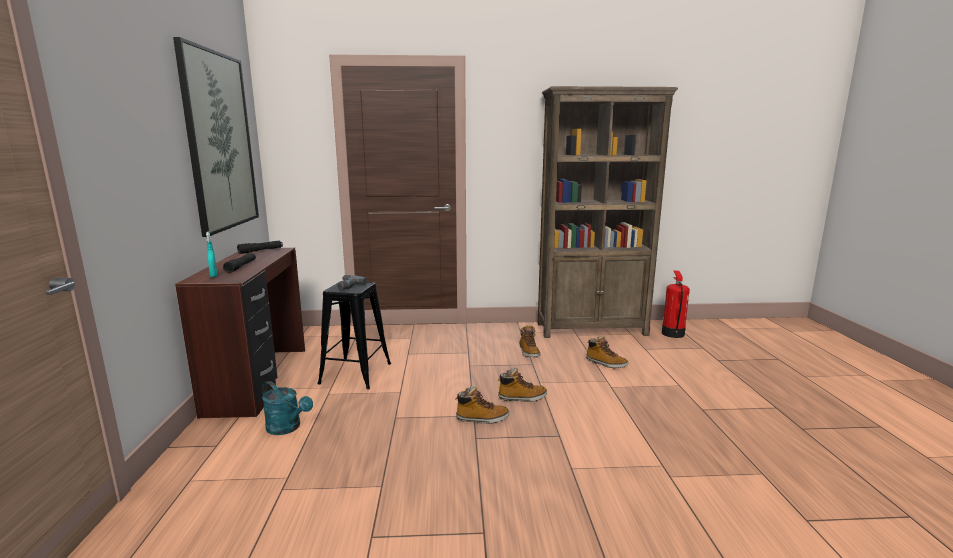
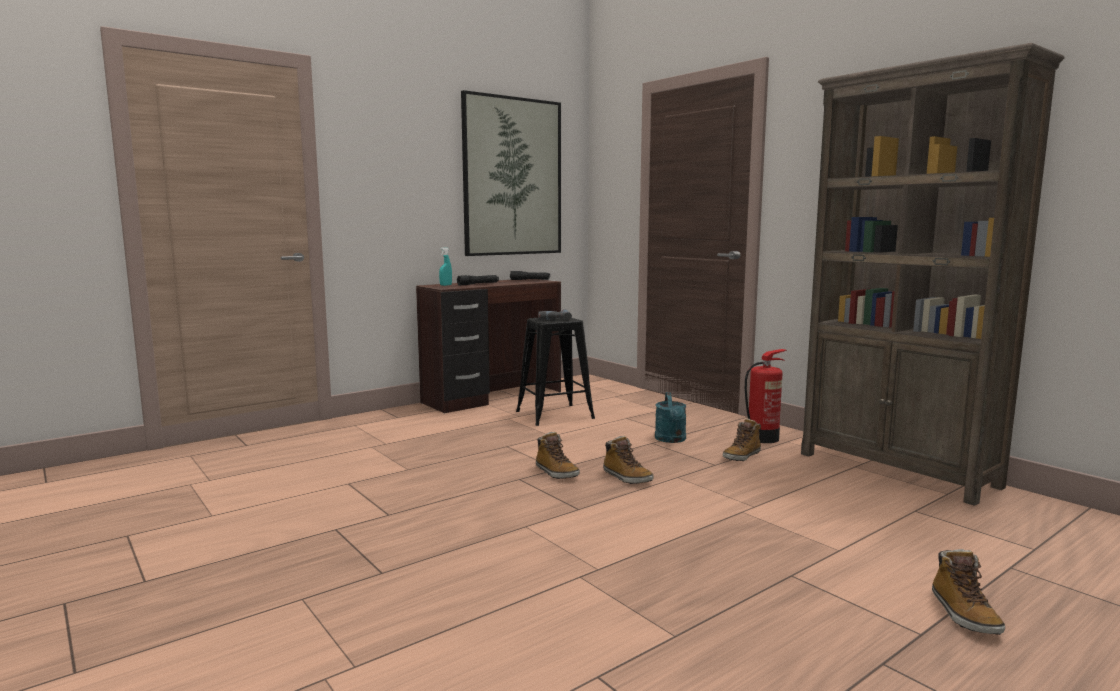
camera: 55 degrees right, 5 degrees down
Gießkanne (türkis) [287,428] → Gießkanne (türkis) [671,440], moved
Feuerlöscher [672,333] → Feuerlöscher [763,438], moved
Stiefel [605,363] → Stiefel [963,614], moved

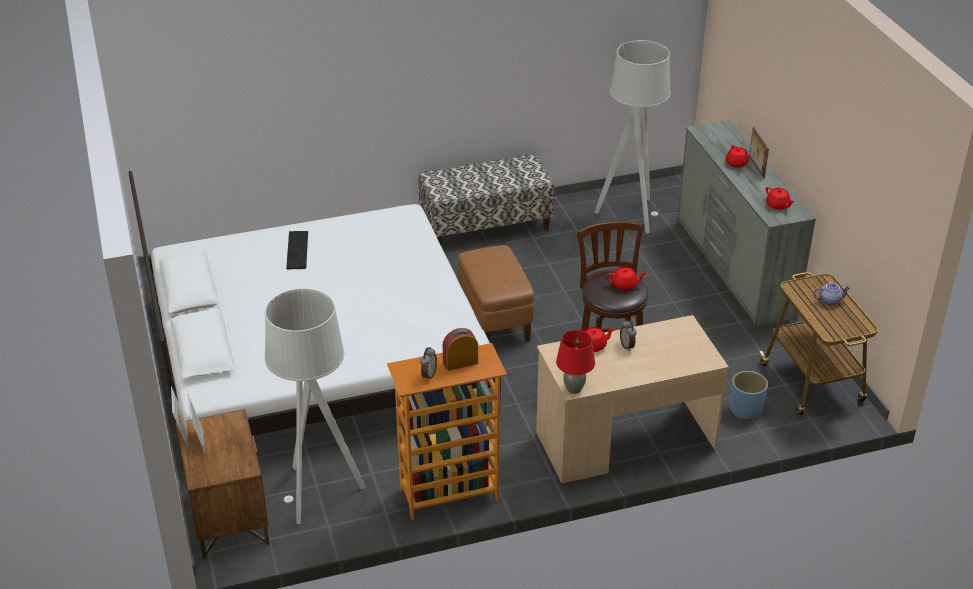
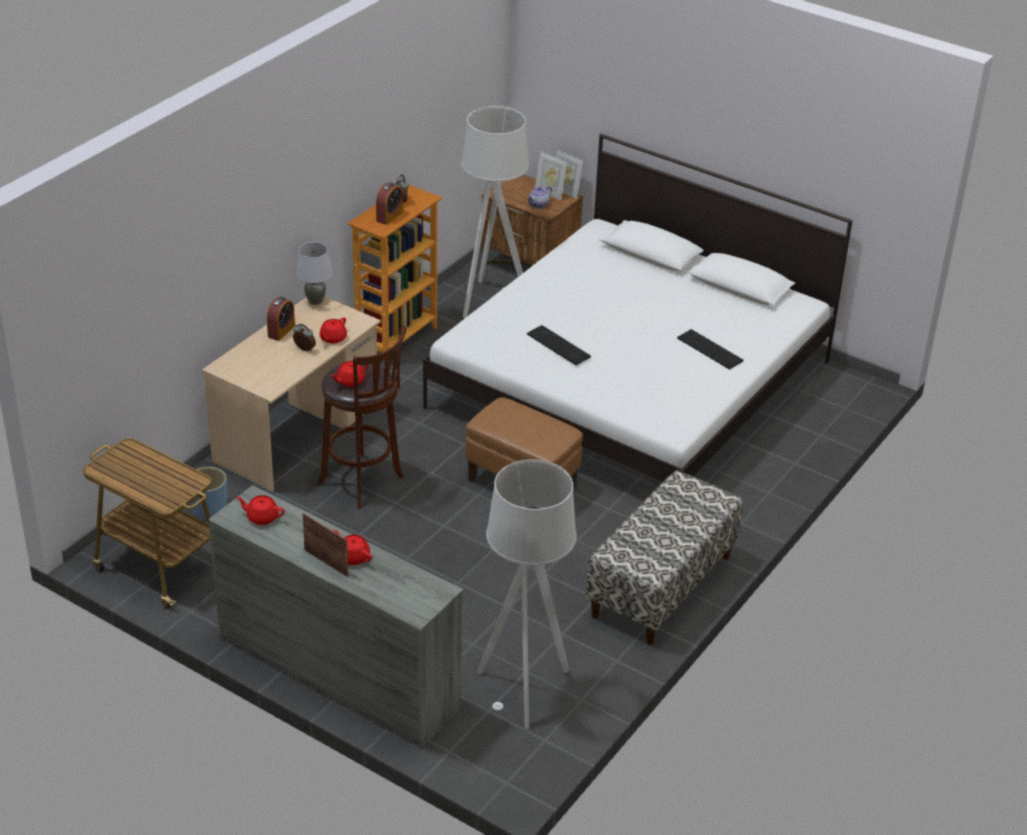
camera: 140 degrees right, 0 degrees up
- → Wecker [281,331]
Tischlampe (rot) [574,389] → Tischlampe (grau) [315,301]
Teekanne [830,300] → Teekanne [539,205], moved
- → Tastatur [560,345]

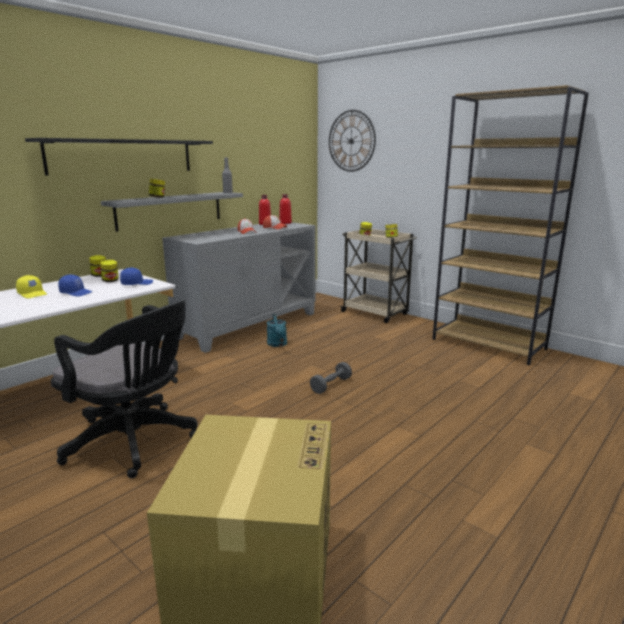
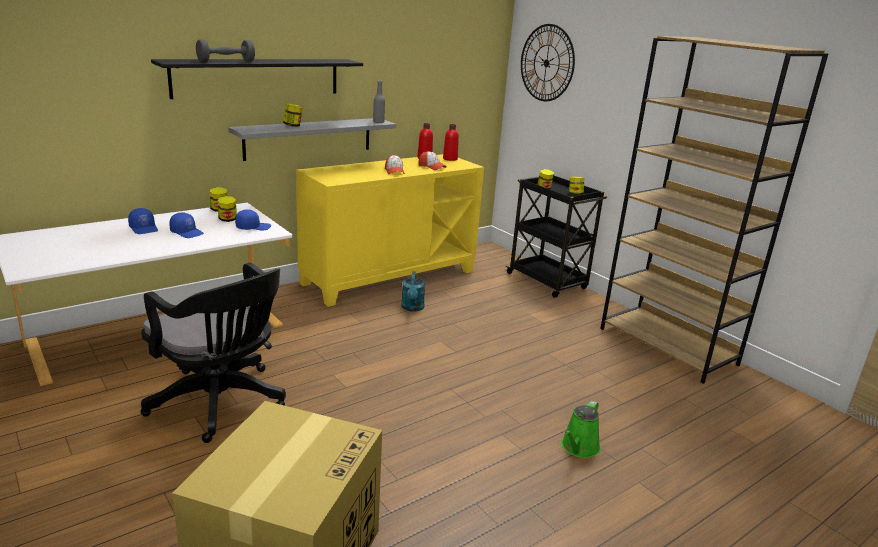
camera: 10 degrees right, 5 degrees up
Kappe (gelb) [33,294] → Kappe (blau) [144,228]
Hantel (grau) [331,385] → Hantel (grau) [226,61], moved
Schrank (grau) [248,325] → Schrank (gelb) [389,277]
Rollwagen (beige) [375,313] → Rollwagen (schwarz) [547,281]
- → Gießkanne (grün) [579,448]

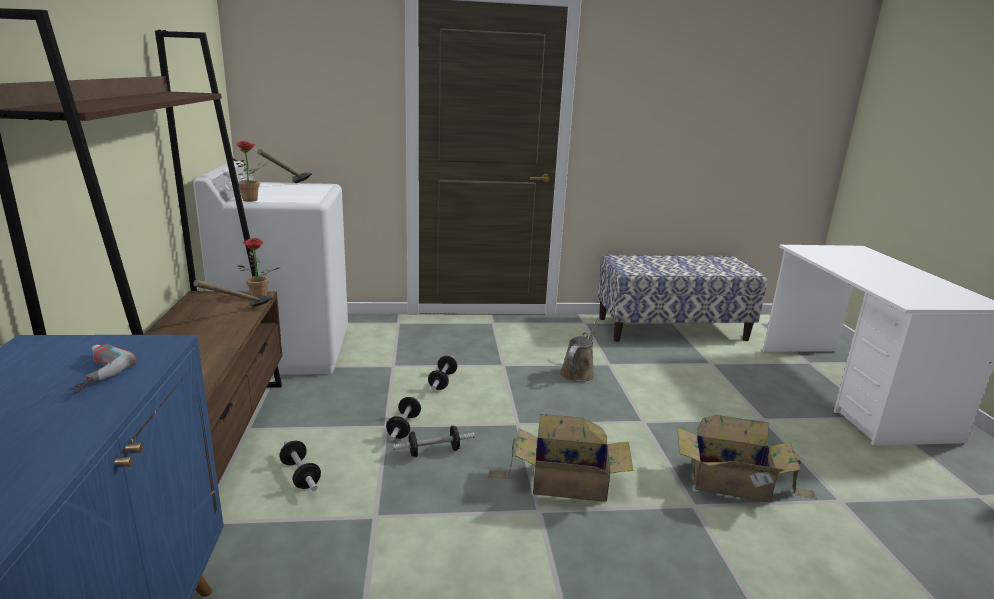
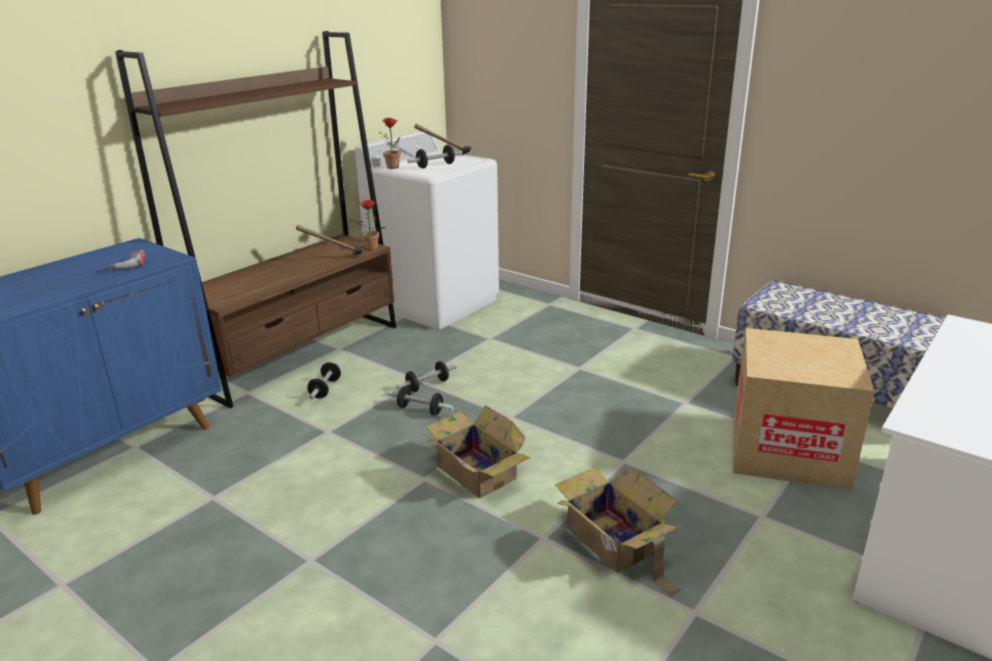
camera: 45 degrees right, 5 degrees up
Hantel [442,381] → Hantel [435,166], moved
- → Karton [788,450]
Gießkanne (braun) [578,372] → -

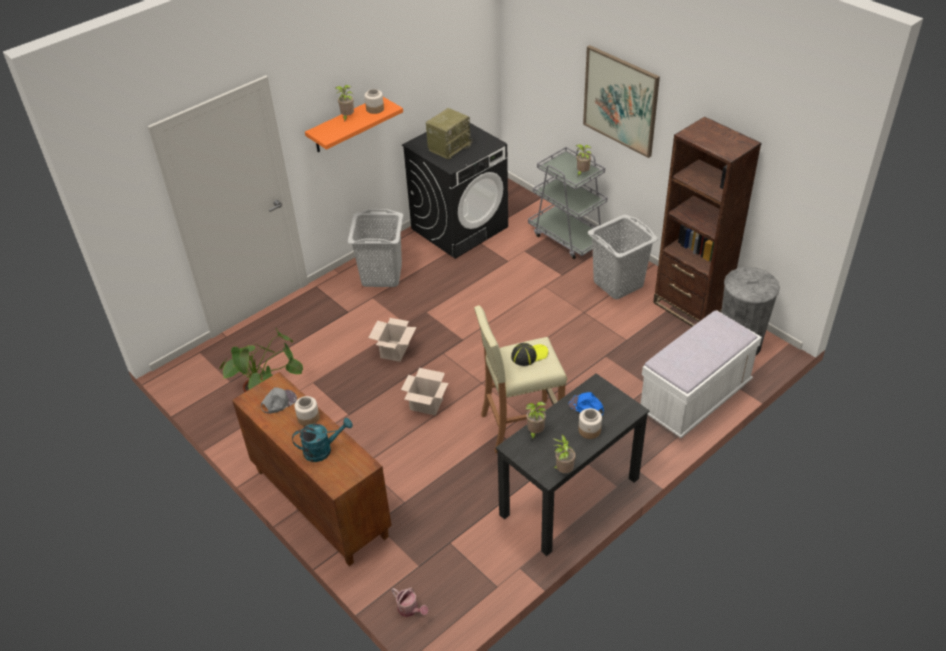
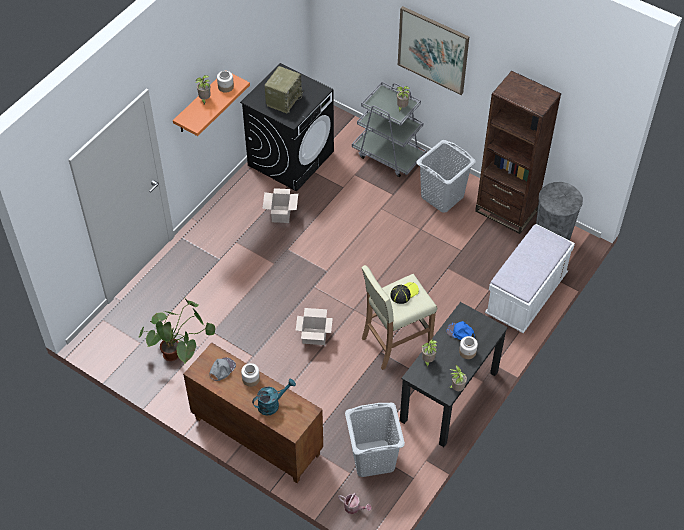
camera: 15 degrees left, 10 degrees up
Karton [394,350] → Karton [281,214], moved
Wäschekorb (grau) [381,275] → Wäschekorb (grau) [372,458], moved

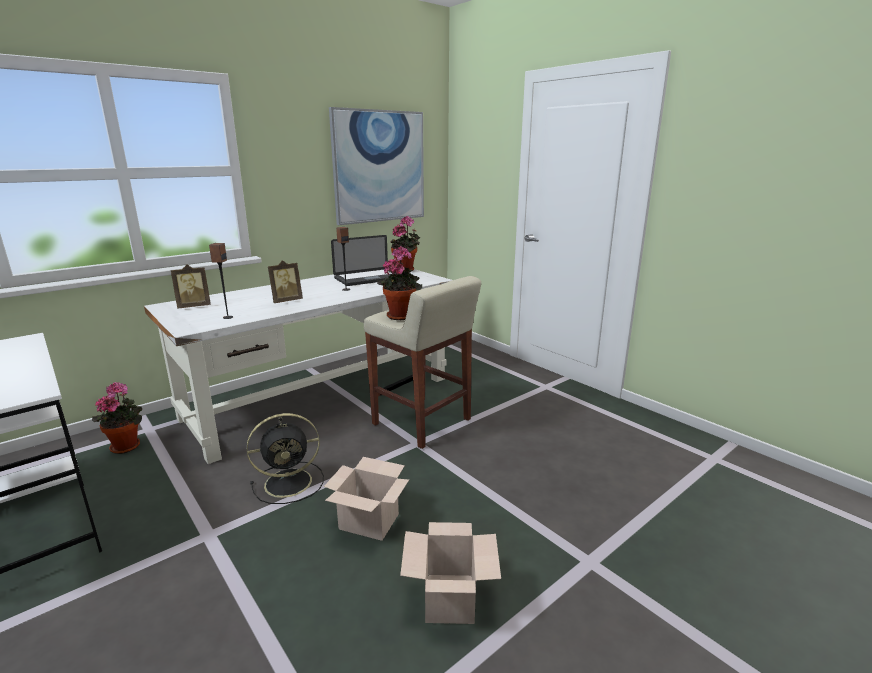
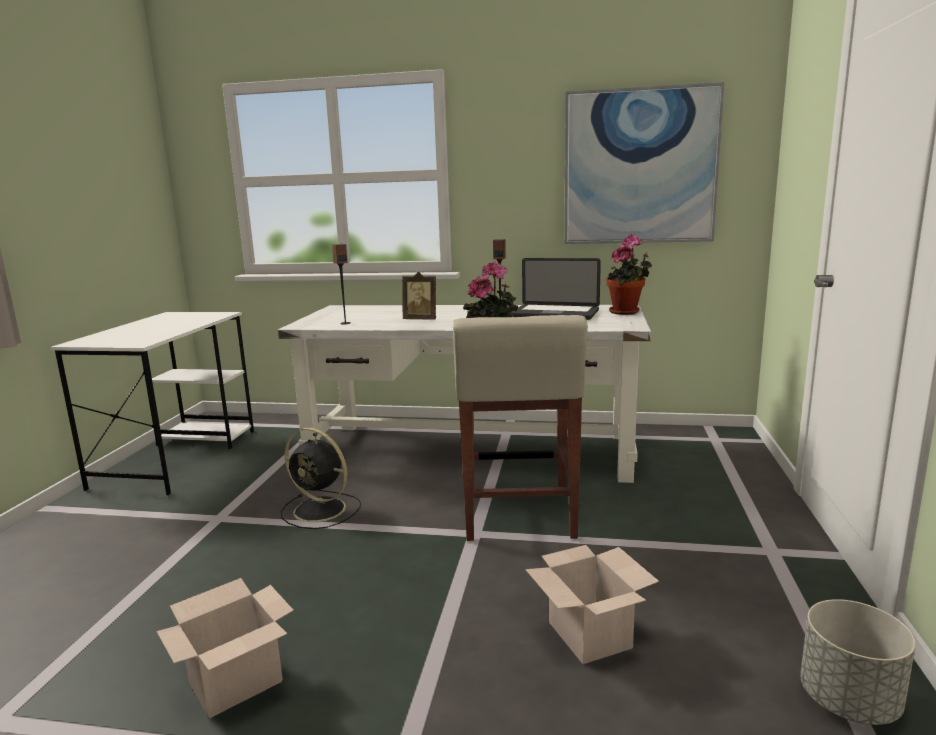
camera: 50 degrees right, 5 degrees down
Karton [370,521] → Karton [591,636], moved
- → Pflanzkübel (grau) [848,700]
Topfpflanze [127,445] → -
Bilderrahmen [194,306] → -

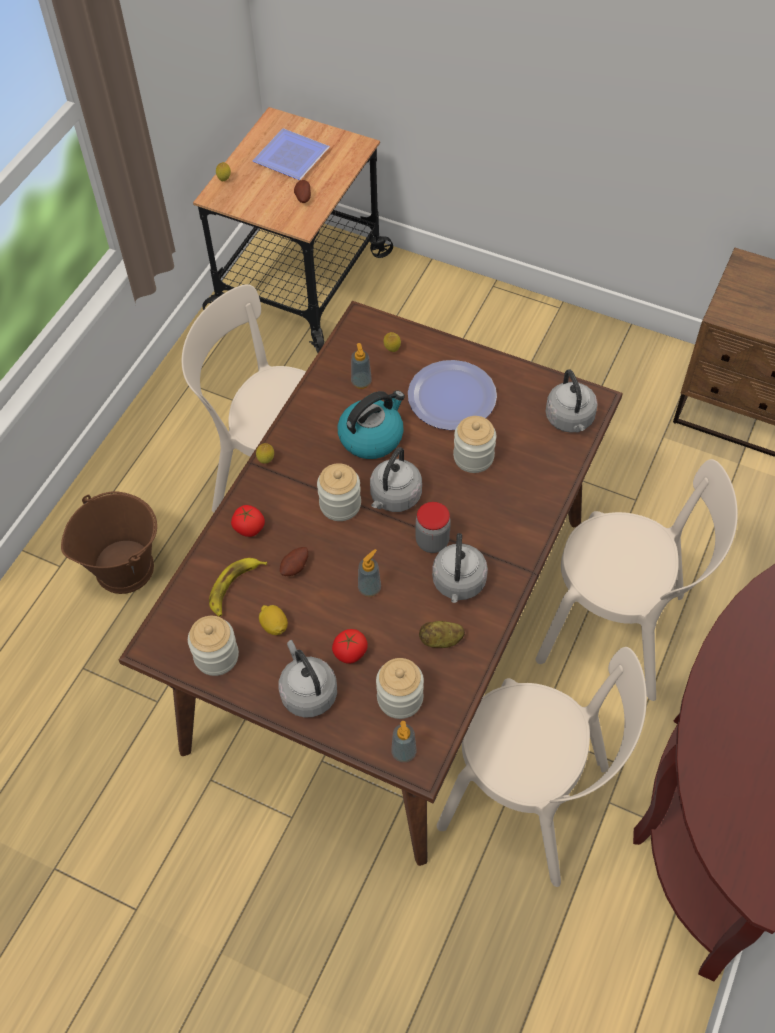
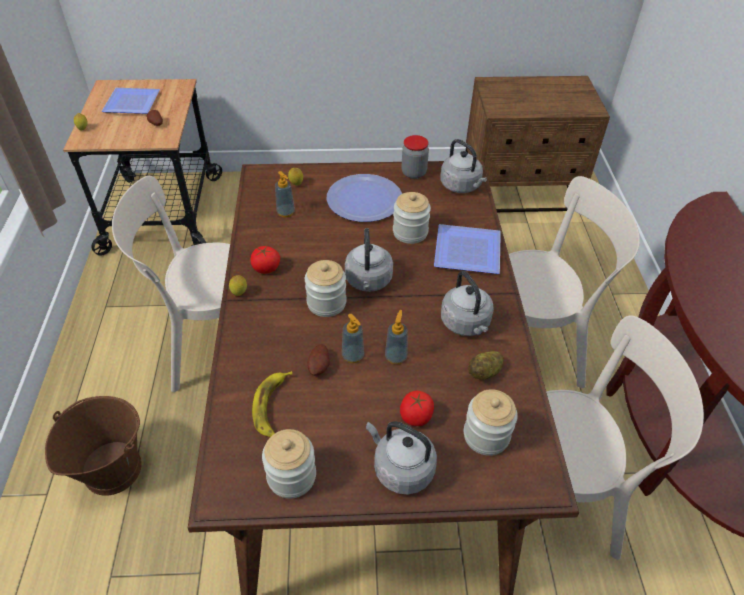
camera: 30 degrees left, 10 degrees down
Tomate [249,528] → Tomate [266,268], moved
Seifenspender [403,752] → Seifenspender [353,356], moved
Vorratsglas [432,541] → Vorratsglas [413,173], moved
- → Teller [465,253]
Zitrone [274,626] → -
Wasserkessel [371,436] → -

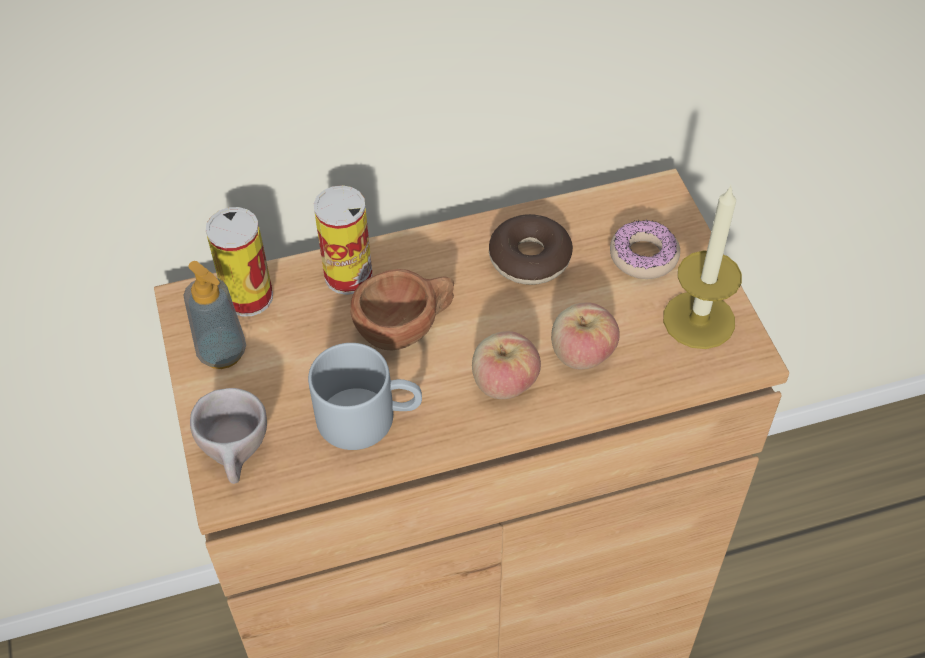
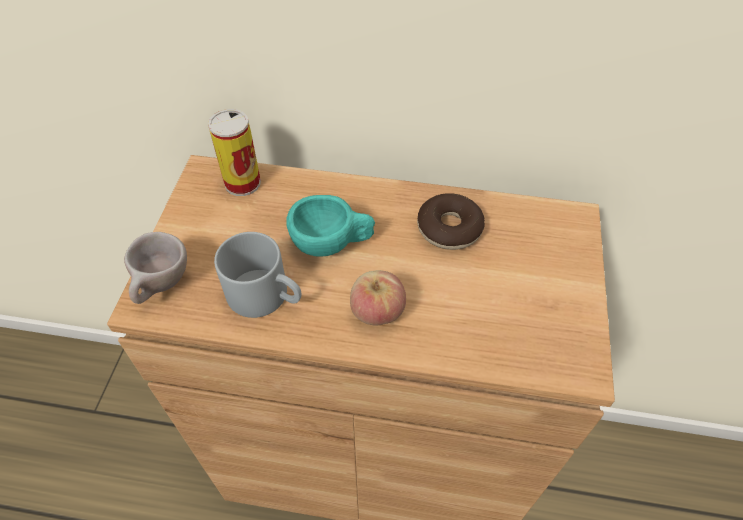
camera: 25 degrees right, 0 degrees up
Tasse (braun) [407,327] → Tasse (türkis) [332,243]
Seifenspender [222,352] → -
Dose [348,275] → -
Apfel [581,354] → -
Donut [643,256] → -
Kerze [699,320] → -

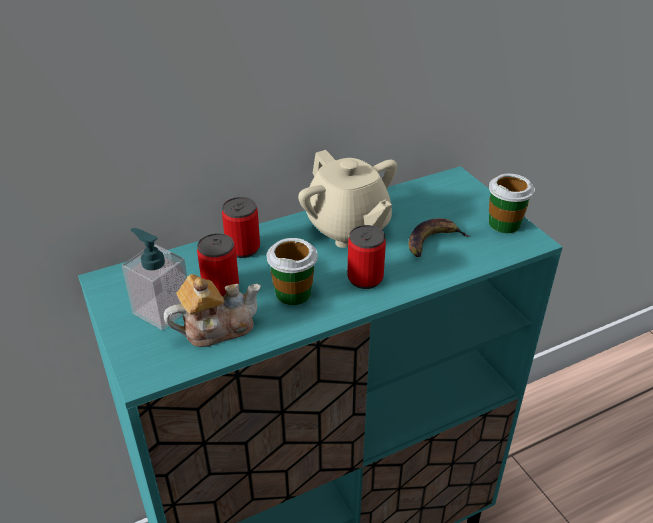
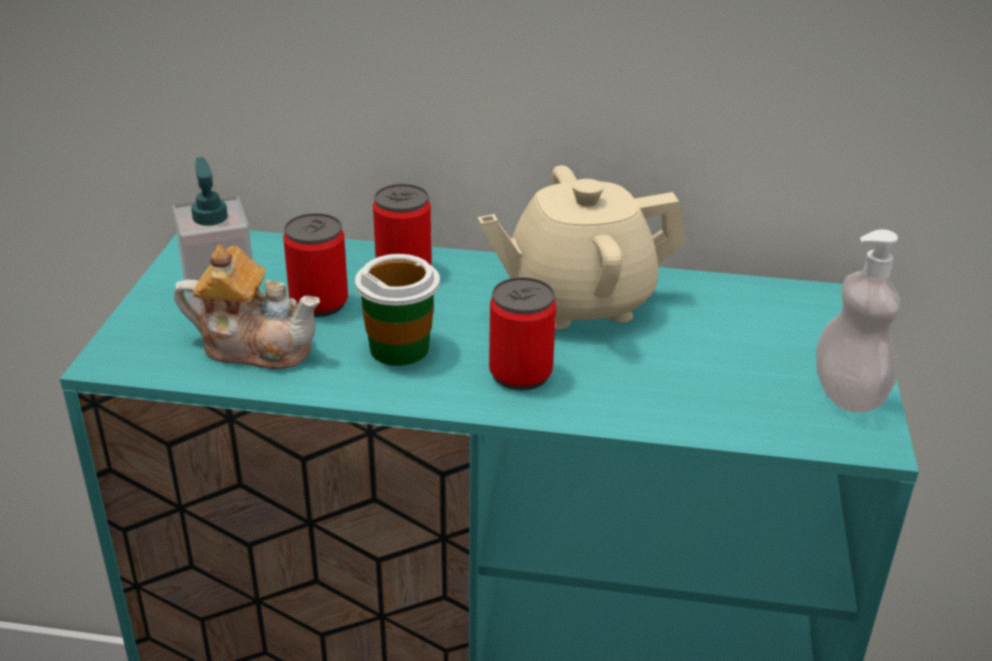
camera: 35 degrees right, 5 degrees down
Teekanne (beige) [348,228] → Teekanne (beige) [578,301], 75 degrees clockwise
Tasse [504,223] → Seifenspender [848,394]
Banane [433,242] → -

